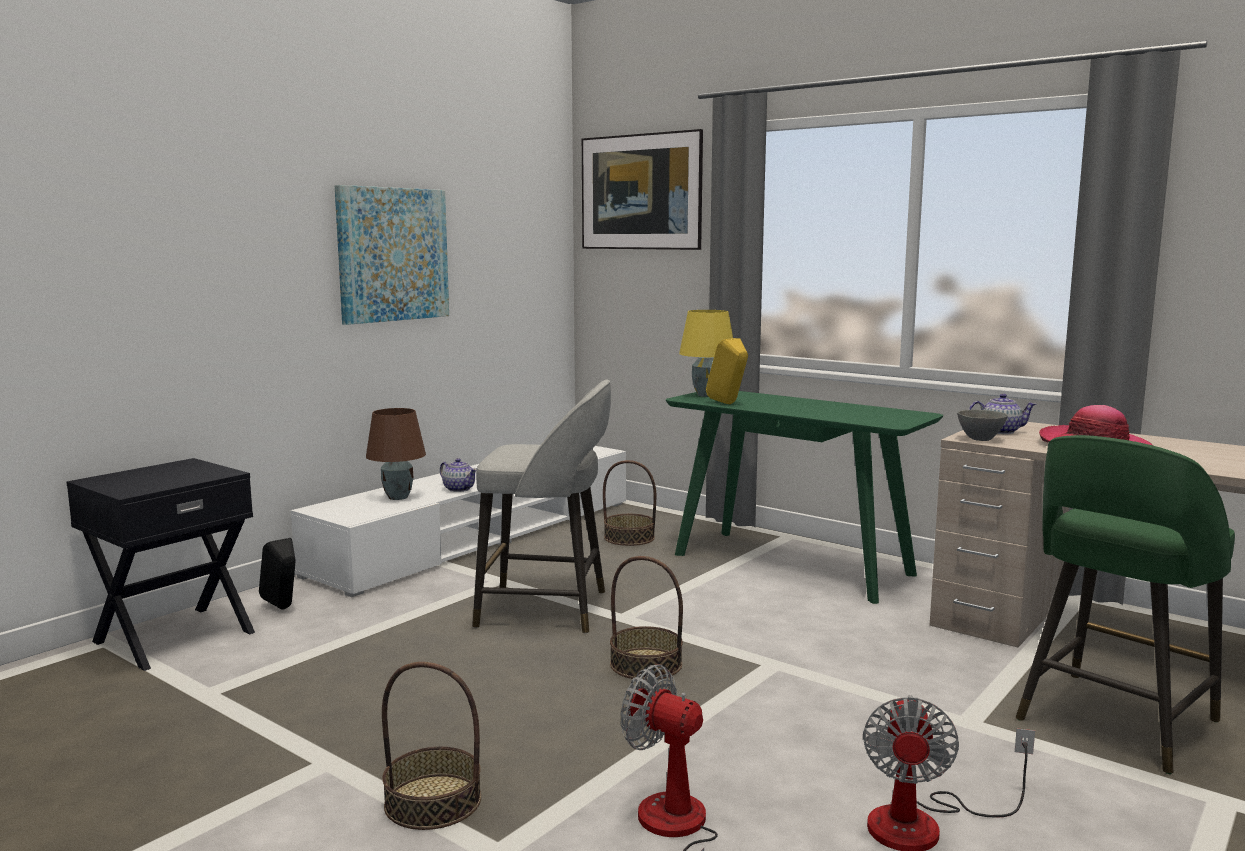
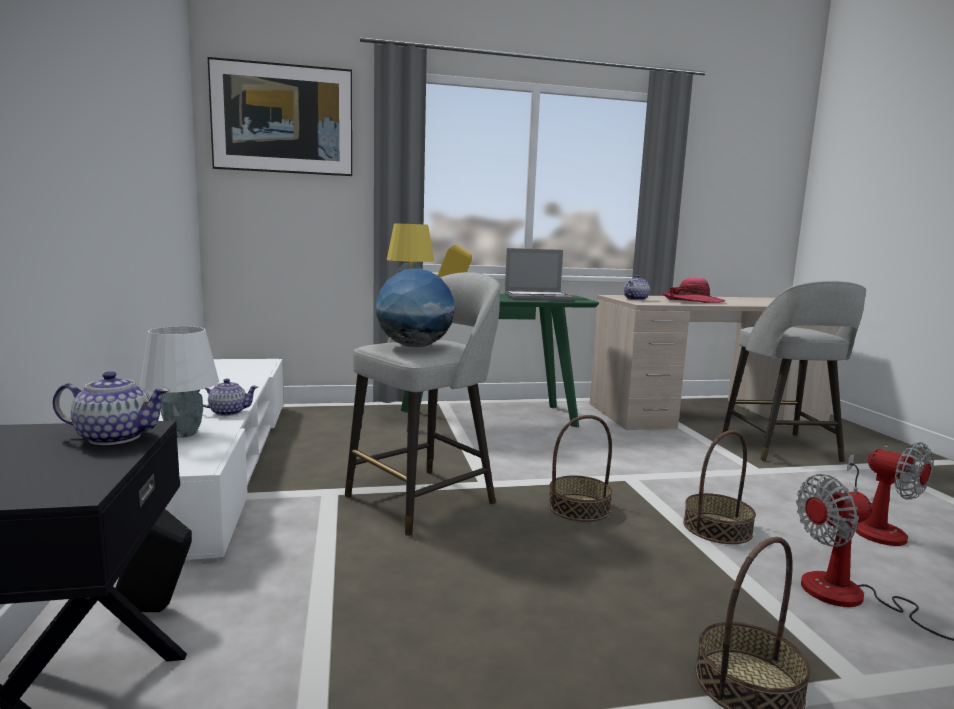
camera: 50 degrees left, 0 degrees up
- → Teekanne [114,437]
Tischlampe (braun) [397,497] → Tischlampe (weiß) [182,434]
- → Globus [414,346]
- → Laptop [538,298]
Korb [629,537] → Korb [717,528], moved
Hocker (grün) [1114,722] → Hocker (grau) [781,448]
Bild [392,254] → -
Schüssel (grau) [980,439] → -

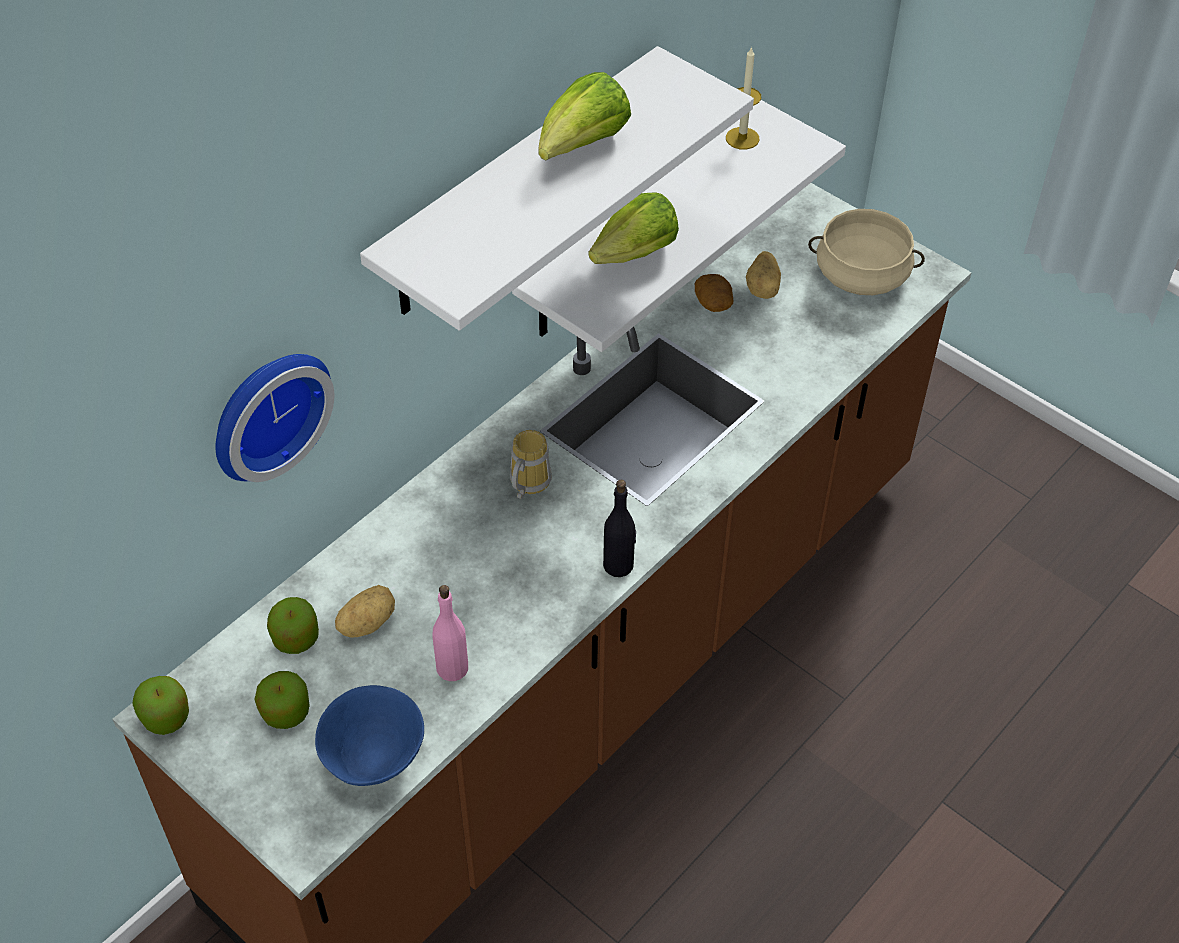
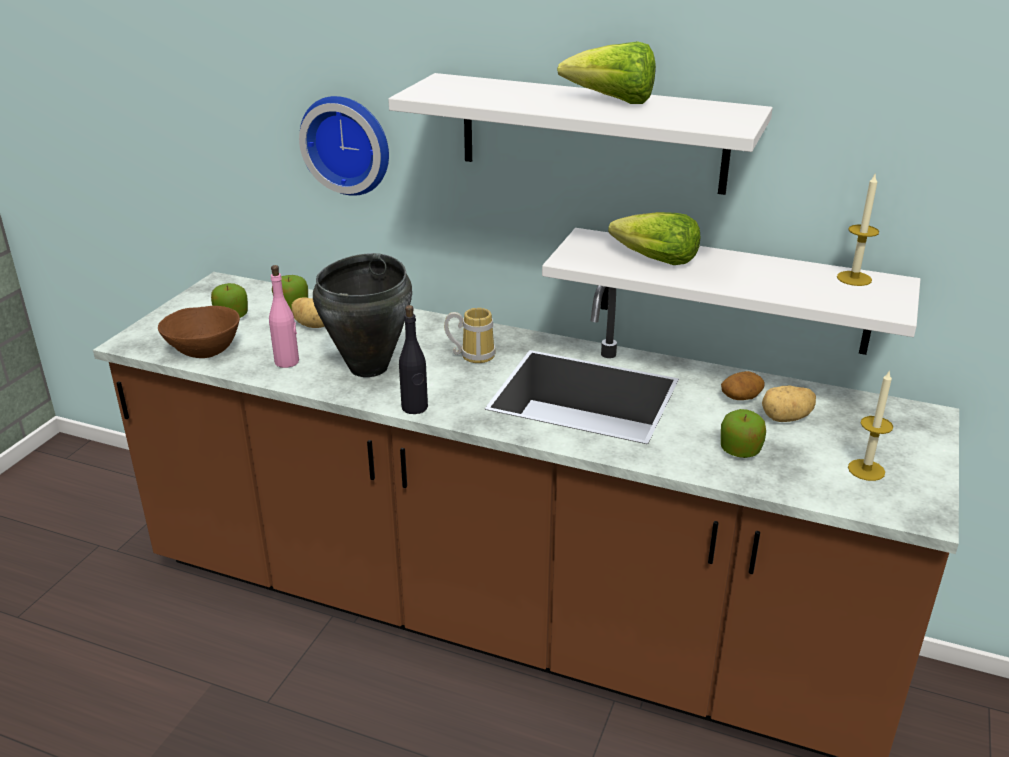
camera: 70 degrees right, 20 degrees down
Schüssel (blau) [373,754] → Schüssel (braun) [205,350]
- → Kochtopf (schwarz) [369,367]
Apfel [166,717] → Apfel [740,450], moved
Kochtopf (beige) [861,275] → Kerze [866,470]

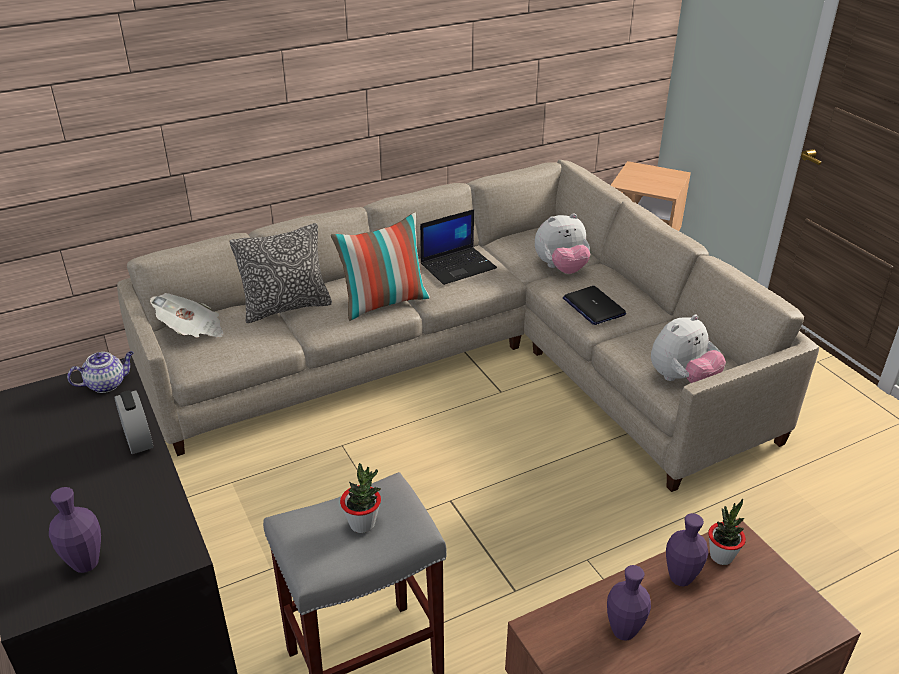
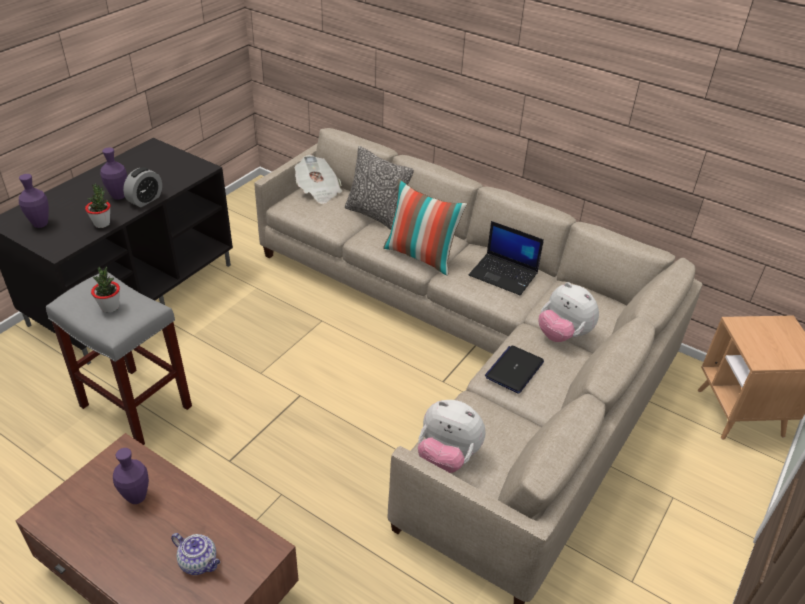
camera: 60 degrees right, 5 degrees up
Topfpflanze [721,556] → Topfpflanze [102,224], moved
Vase (lila) [680,578] → Vase (lila) [119,196], moved
Teekanne [107,384] → Teekanne [199,562], moved

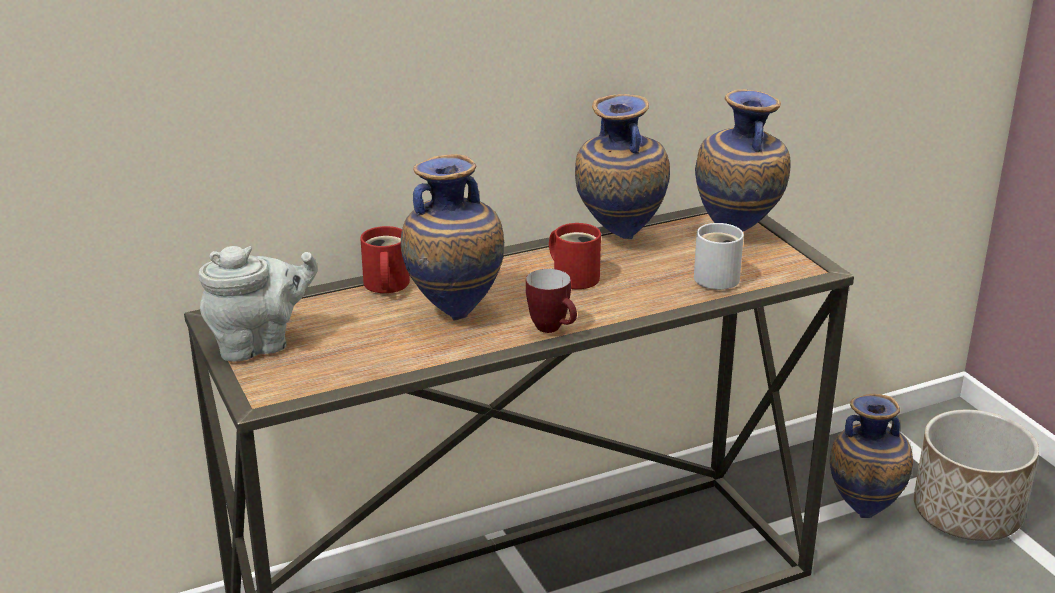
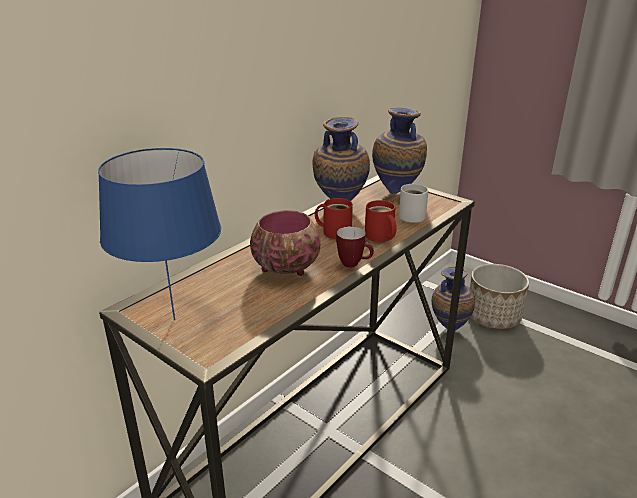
camera: 25 degrees left, 0 degrees up
Teekanne (grau) [259,344] → Tischlampe (blau) [173,320]
Vase [454,313] → Schüssel [285,268]
Henkelbecher (rot) [384,285] → Henkelbecher (rot) [380,236], moved

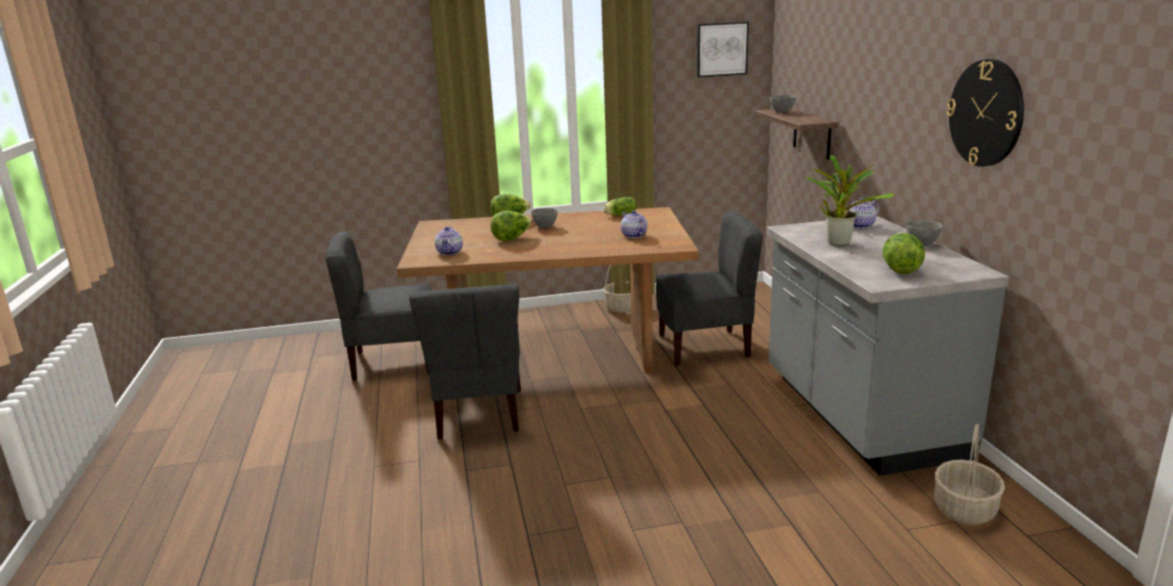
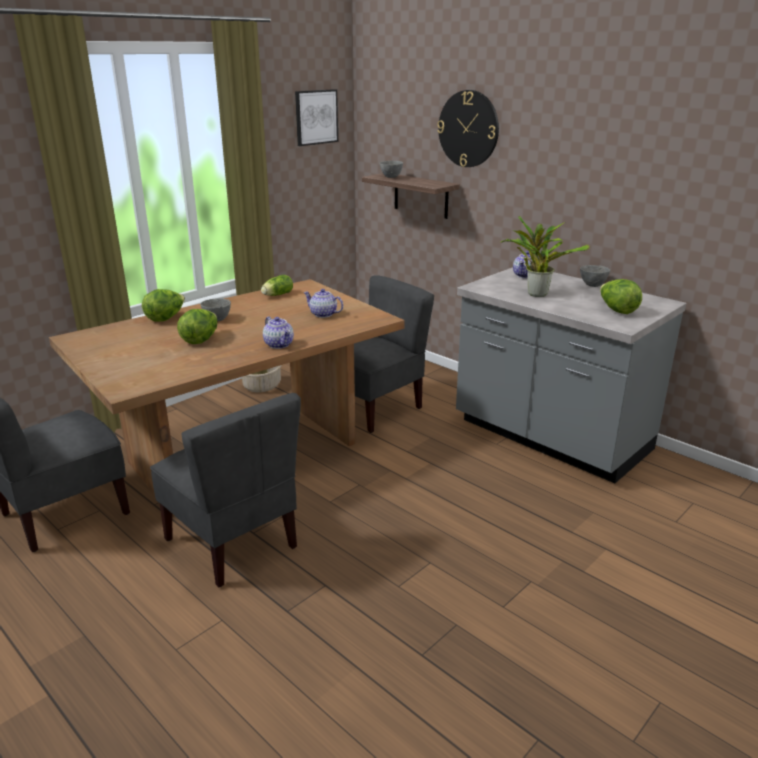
camera: 35 degrees left, 5 degrees up
Teekanne [450,252] → Teekanne [279,344], moved
Wanduhr [986,113] → Wanduhr [468,129], moved
Korb [965,510] → -

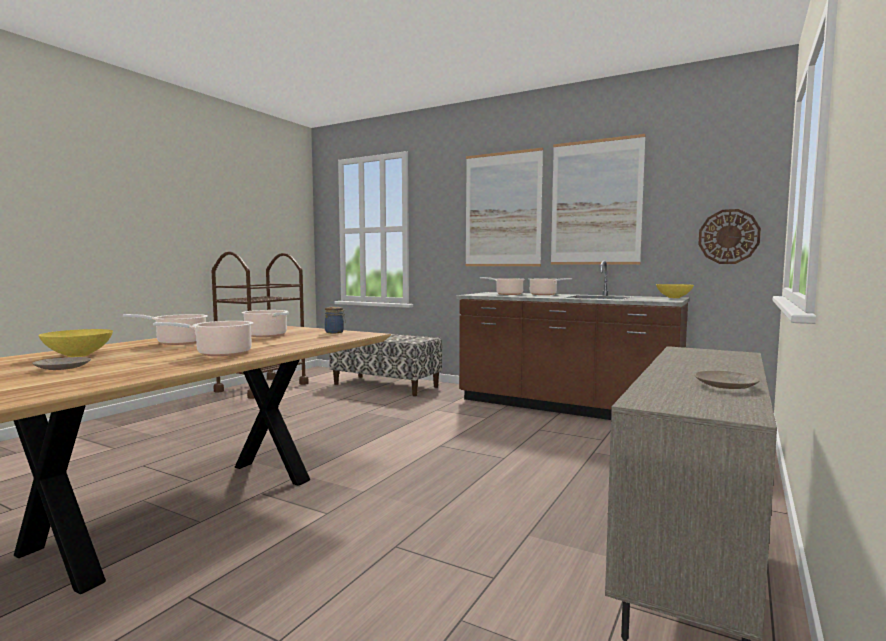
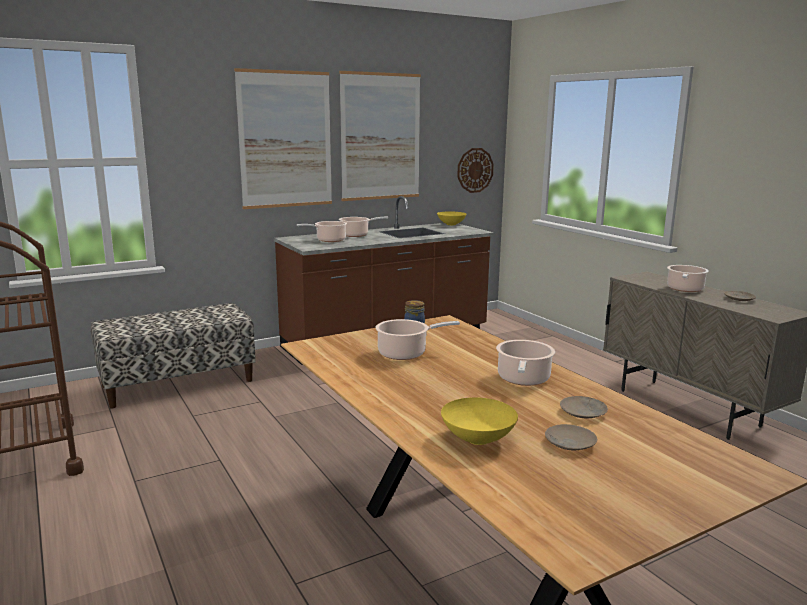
camera: 60 degrees left, 10 degrees up
- → Teller (beige) [583,412]
Kochtopf [178,342] → Kochtopf [684,289], moved

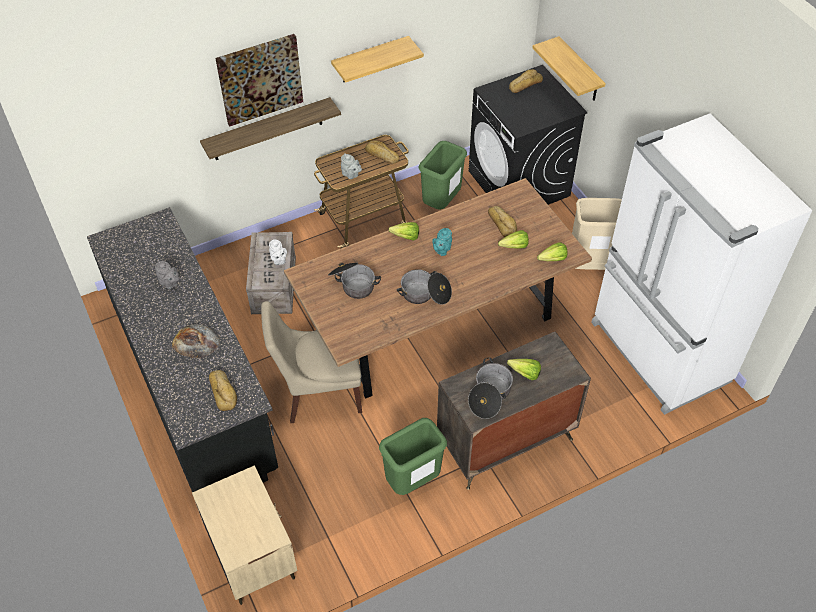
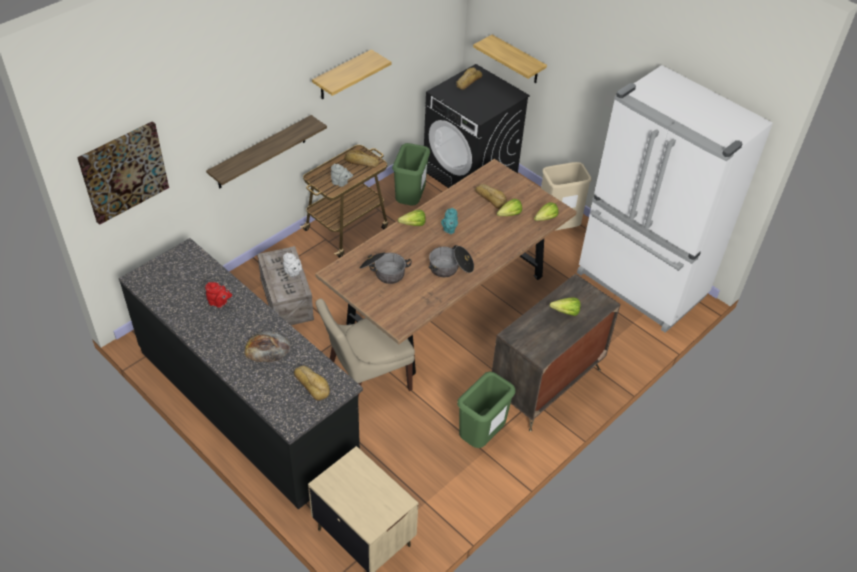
camera: 20 degrees left, 5 degrees down
Bild [260,79] → Bild [124,172], moved
Teekanne (grau) [170,283] → Teekanne (rot) [219,303]
Kochtopf [489,395] → -

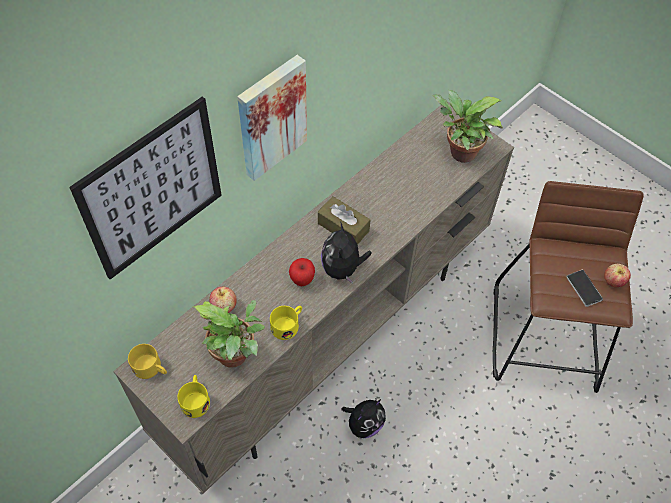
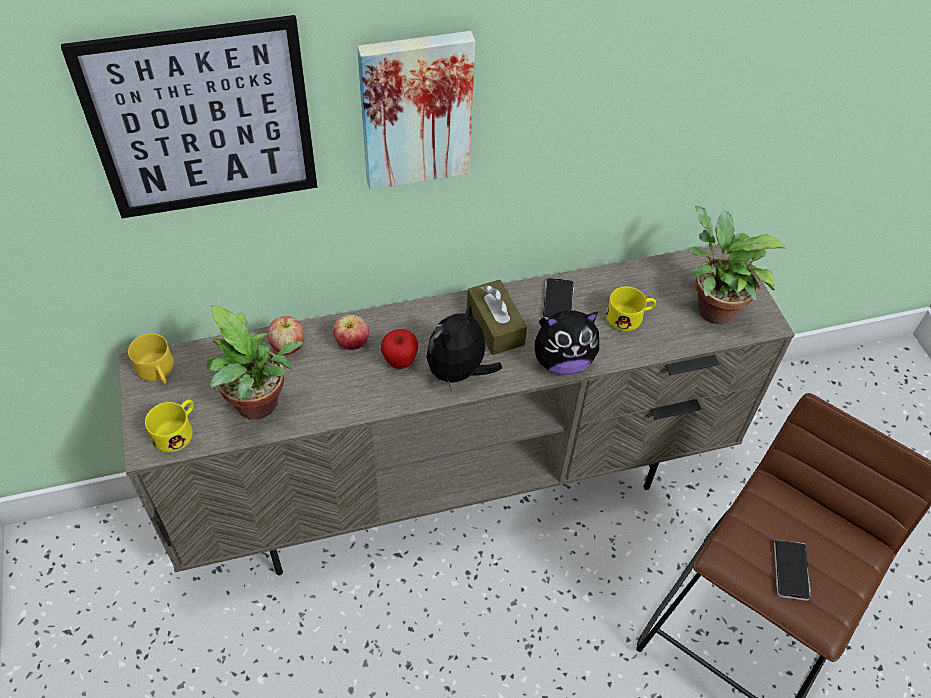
camera: 30 degrees right, 5 degrees down
Apfel [613,281] → Apfel [352,343], moved
Plüschtier [364,424] → Plüschtier [562,361], moved
- → Handy [558,301]
Henkelbecher (gelb) [288,325] → Henkelbecher (gelb) [629,317], moved

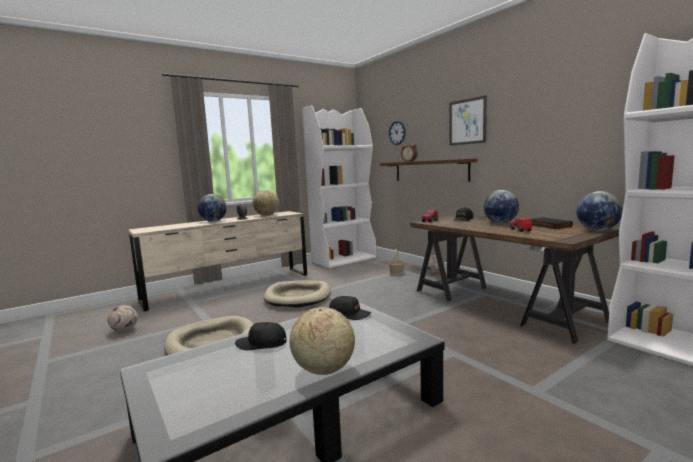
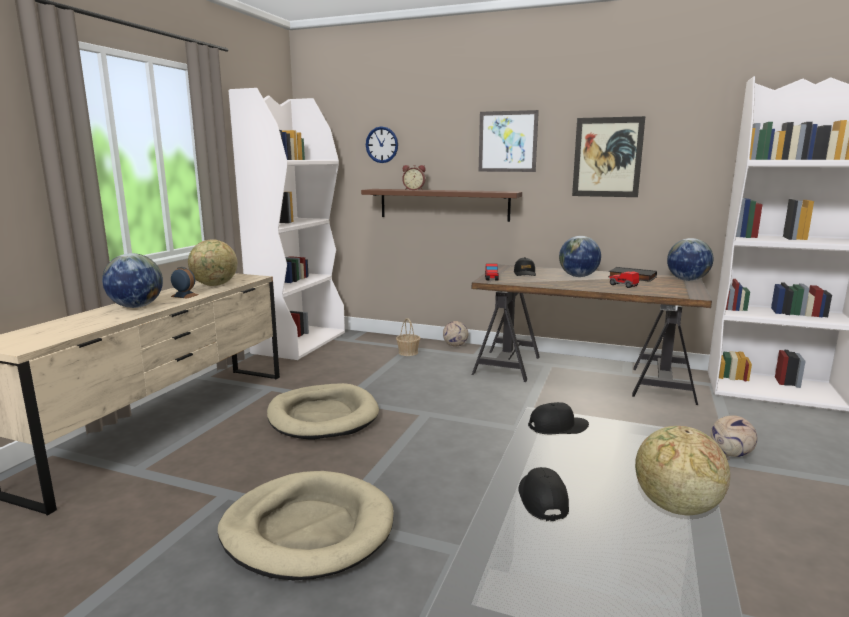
camera: 35 degrees left, 5 degrees up
Kappe (schwarz) [261,343] → Kappe (schwarz) [542,499], 120 degrees clockwise
- → Bild [607,157]
Fußball [124,330] → Fußball [730,454], moved

